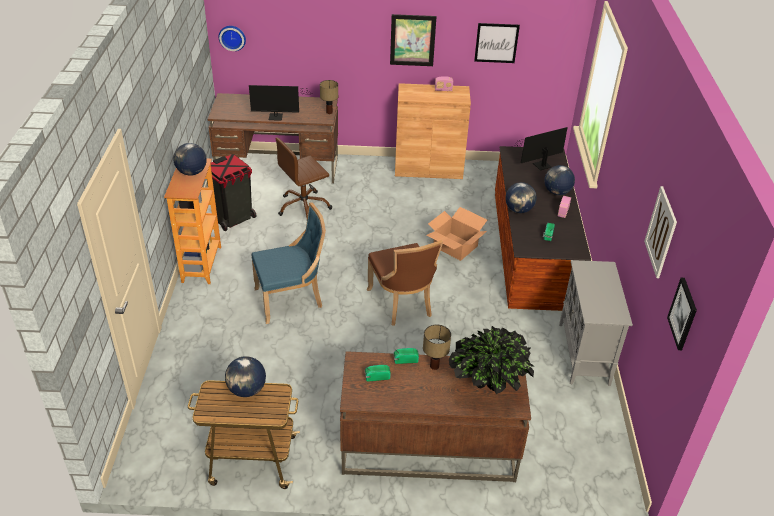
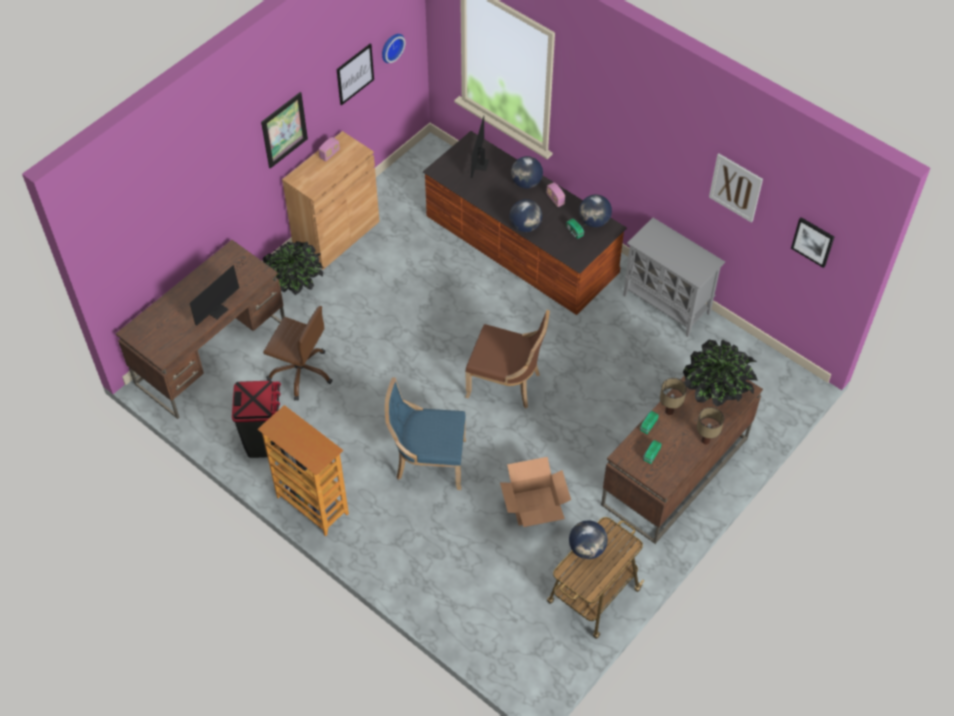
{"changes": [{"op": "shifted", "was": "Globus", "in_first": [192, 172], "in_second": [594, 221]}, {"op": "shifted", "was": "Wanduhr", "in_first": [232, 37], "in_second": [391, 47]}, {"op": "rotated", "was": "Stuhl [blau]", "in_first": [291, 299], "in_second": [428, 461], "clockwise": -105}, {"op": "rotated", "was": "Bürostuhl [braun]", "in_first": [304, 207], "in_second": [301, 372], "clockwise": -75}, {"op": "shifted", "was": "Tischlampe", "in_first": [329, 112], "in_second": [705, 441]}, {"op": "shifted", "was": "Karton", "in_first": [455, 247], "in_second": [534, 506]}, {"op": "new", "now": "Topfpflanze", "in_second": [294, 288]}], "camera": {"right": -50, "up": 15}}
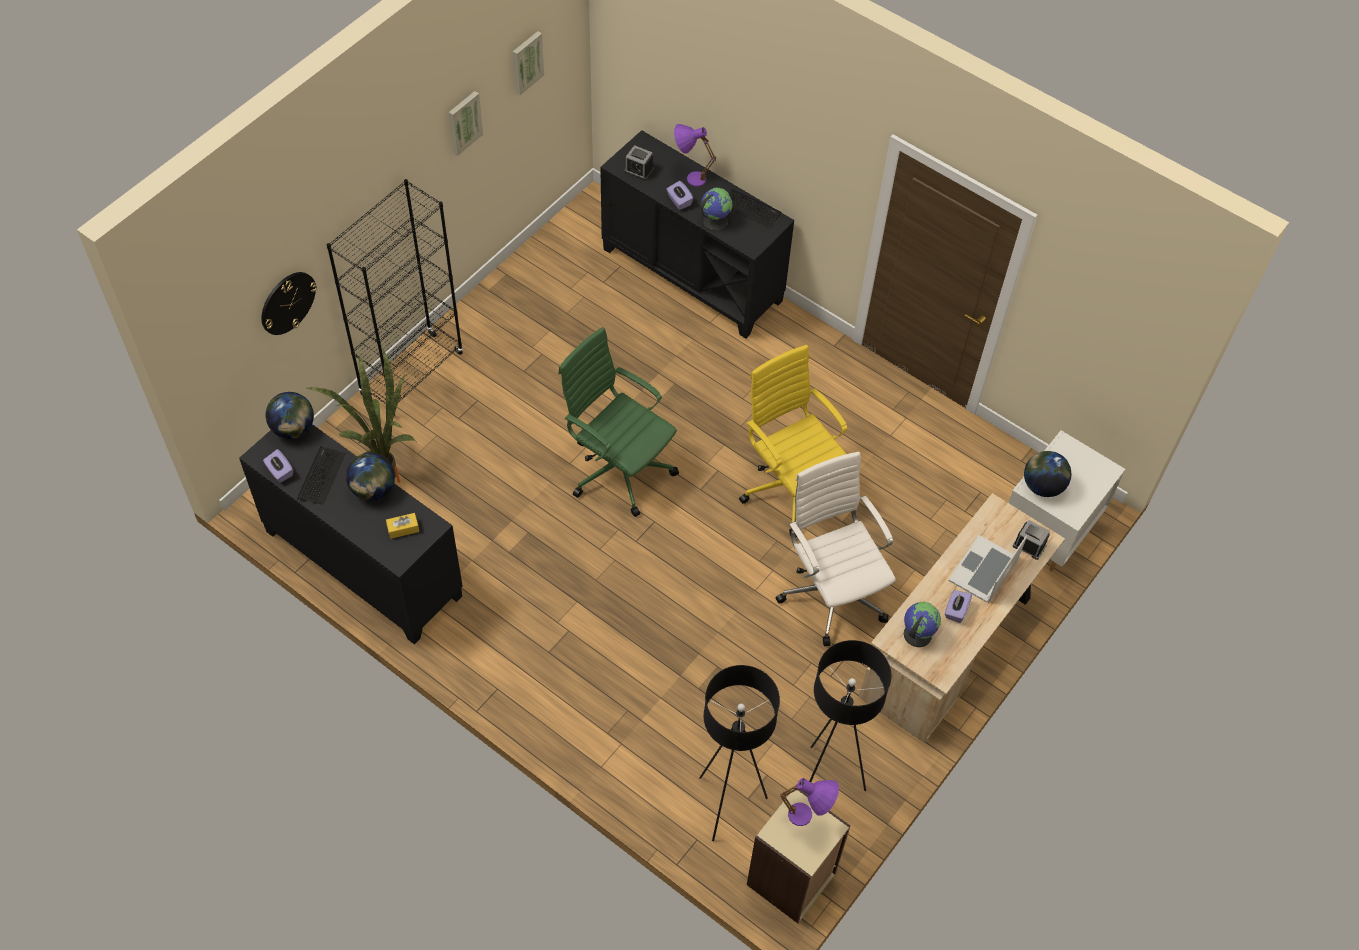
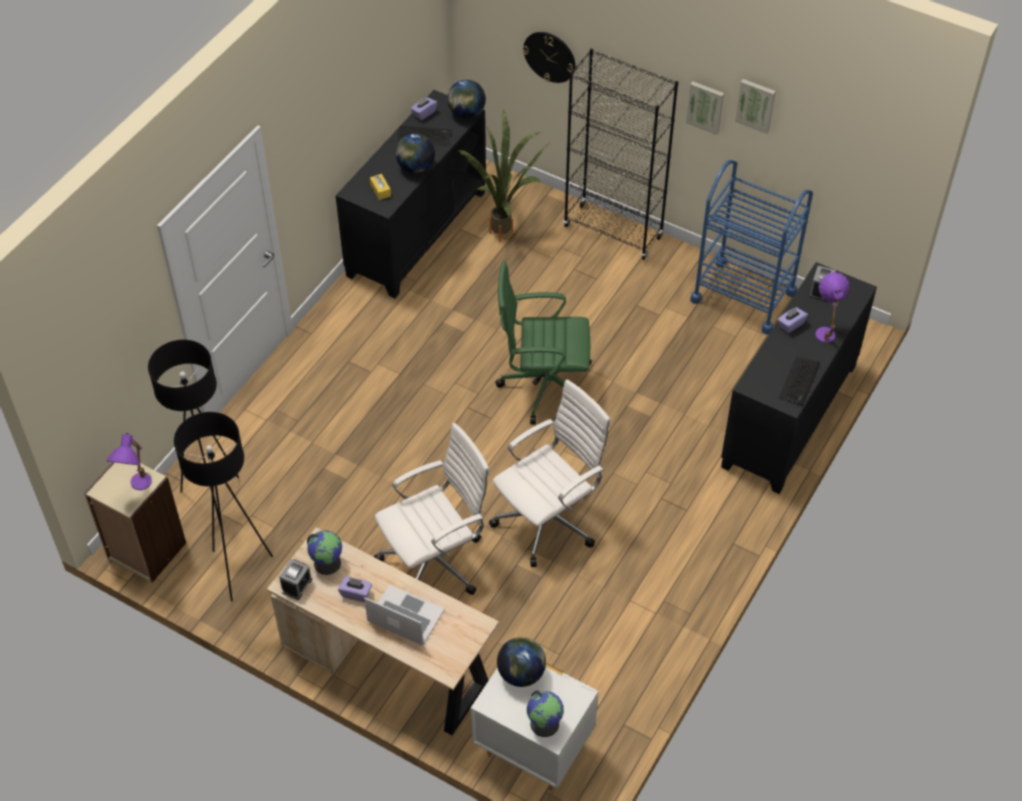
{"changes": [{"op": "shifted", "was": "Bild", "in_first": [526, 62], "in_second": [706, 106]}, {"op": "rotated", "was": "Bürostuhl [grün]", "in_first": [618, 468], "in_second": [544, 385], "clockwise": -120}, {"op": "shifted", "was": "Globus", "in_first": [715, 221], "in_second": [545, 723]}, {"op": "repainted", "was": "Bürostuhl [gelb]", "now": "Bürostuhl [weiß]", "in_first": [791, 487], "in_second": [549, 520]}, {"op": "shifted", "was": "Wecker", "in_first": [1029, 546], "in_second": [296, 585]}, {"op": "new", "now": "Rollwagen [blau]", "in_second": [743, 296]}], "camera": {"right": 85, "up": -5}}
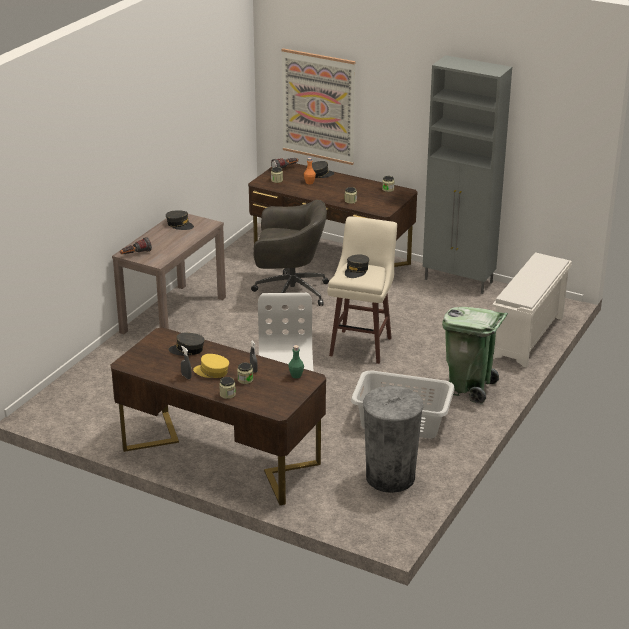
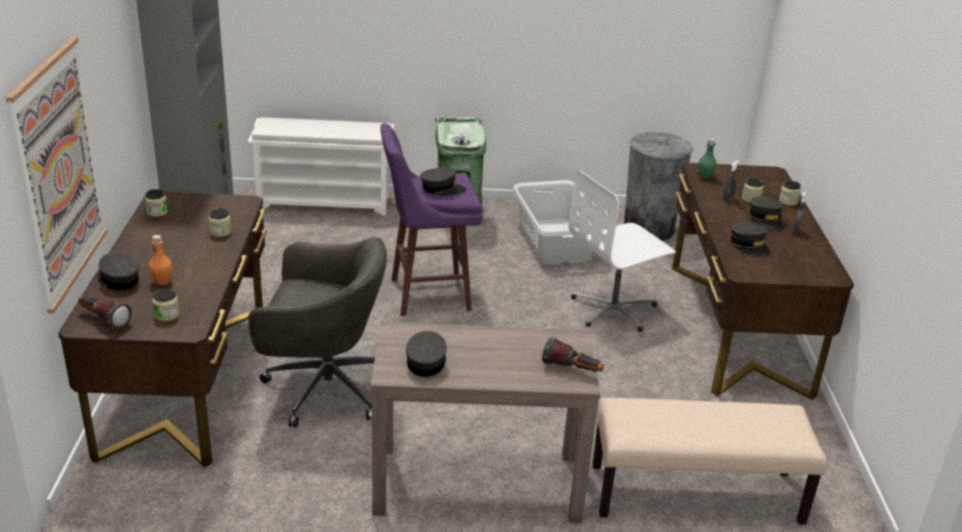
{"changes": [{"op": "repainted", "was": "Kappe [gelb]", "now": "Kappe [grau]", "in_first": [212, 372], "in_second": [765, 220]}, {"op": "rotated", "was": "Bürostuhl [grau]", "in_first": [289, 292], "in_second": [323, 388], "clockwise": 120}, {"op": "repainted", "was": "Hocker [beige]", "now": "Hocker [lila]", "in_first": [362, 346], "in_second": [427, 294]}, {"op": "new", "now": "Bank [beige]", "in_second": [695, 495]}], "camera": {"right": -120, "up": 0}}
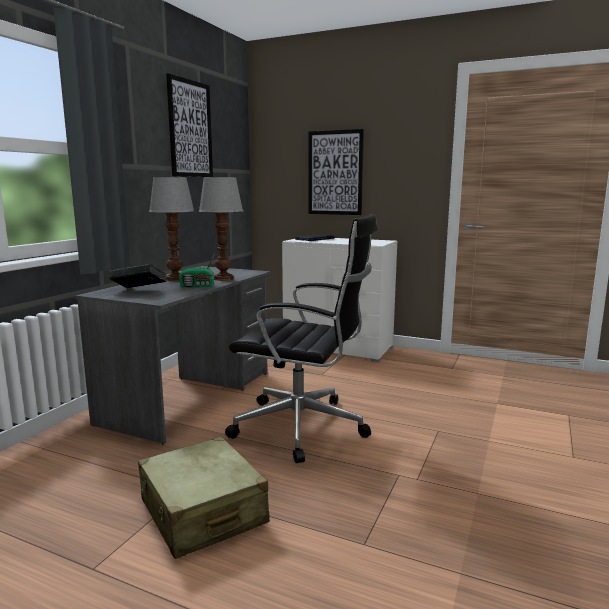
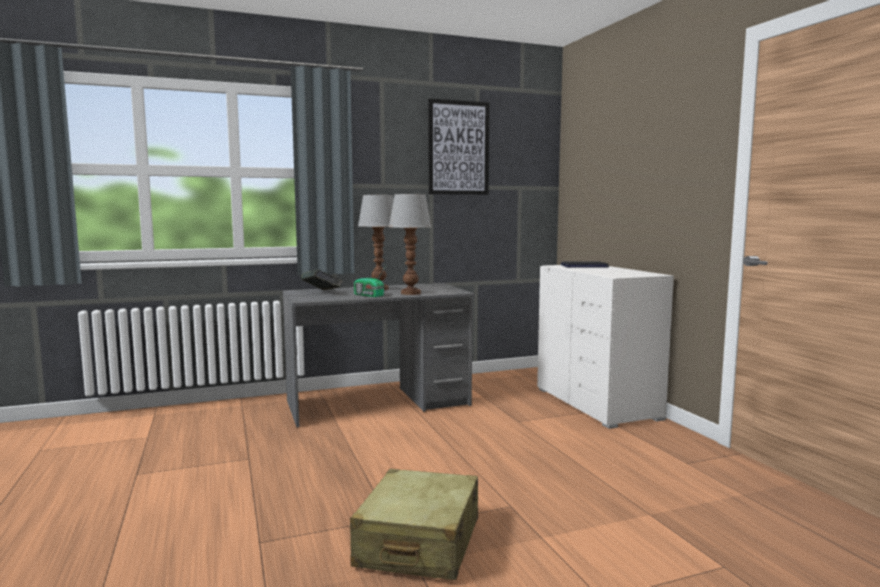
{"changes": [{"op": "shifted", "was": "Koffer [beige]", "in_first": [202, 512], "in_second": [418, 543]}, {"op": "gone", "was": "Bürostuhl [schwarz]", "in_first": [304, 427]}, {"op": "gone", "was": "Bild", "in_first": [335, 173]}], "camera": {"right": 45, "up": -5}}
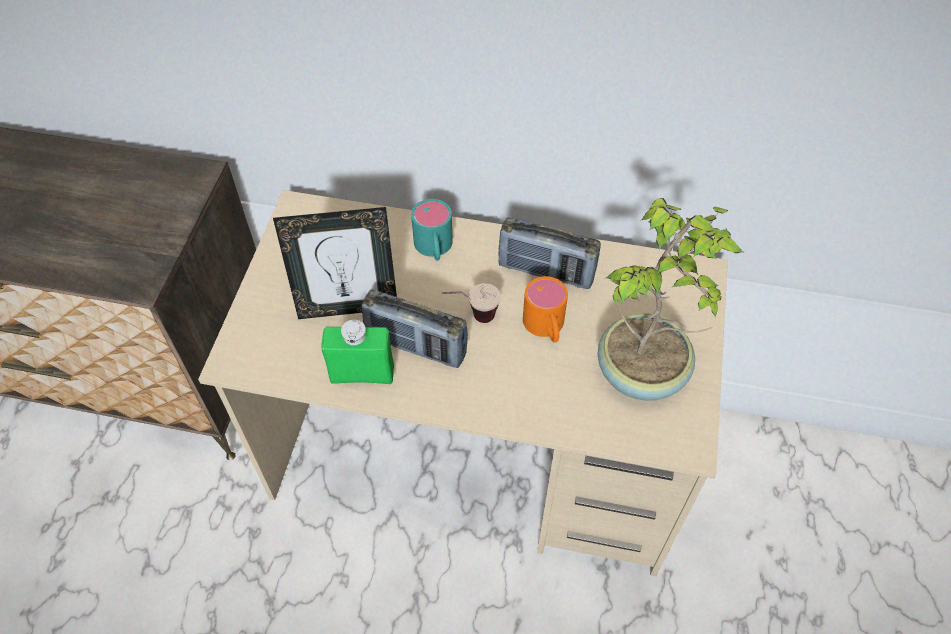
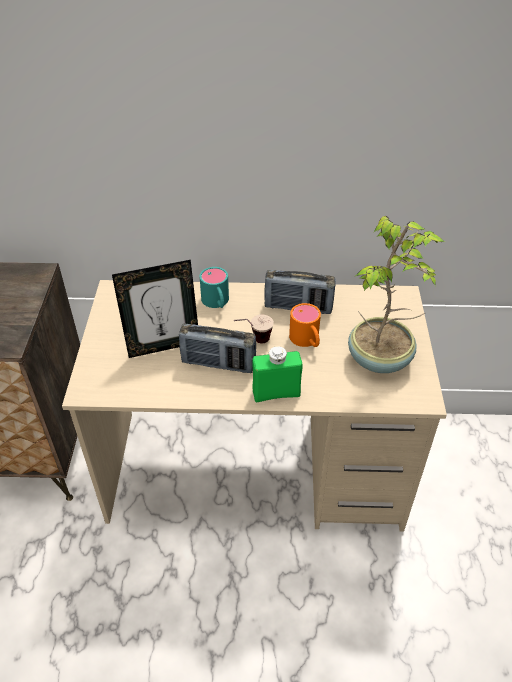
{"changes": [{"op": "shifted", "was": "Flasche [grün]", "in_first": [362, 374], "in_second": [276, 393]}], "camera": {"right": -10, "up": -10}}
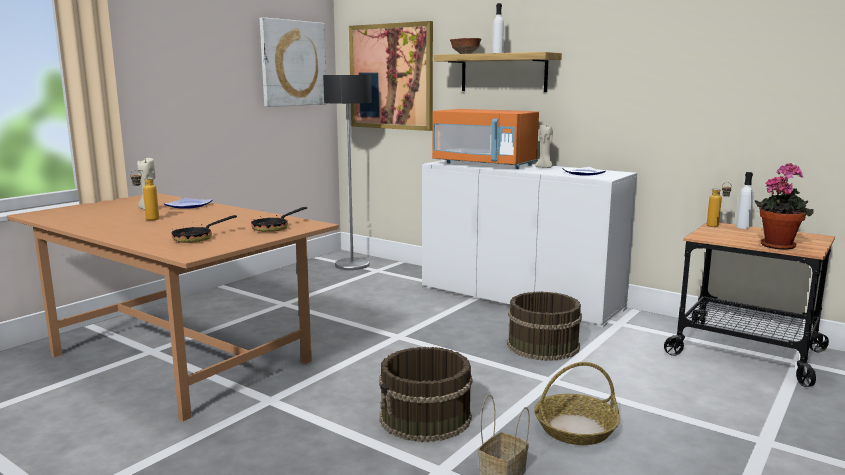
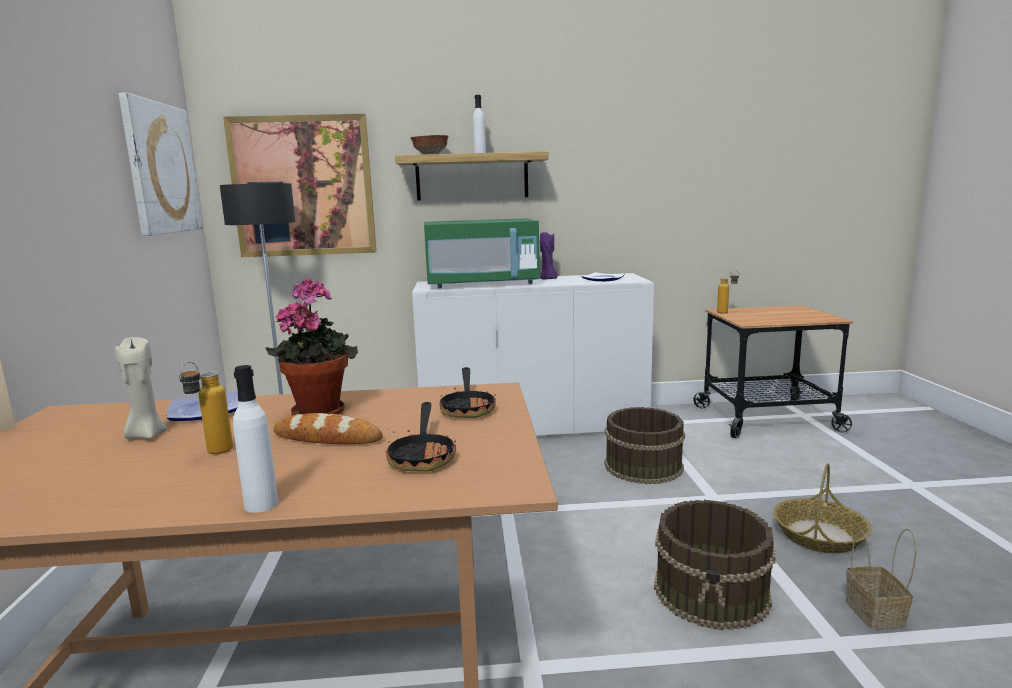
{"changes": [{"op": "repainted", "was": "Mikrowelle [orange]", "now": "Mikrowelle [grün]", "in_first": [484, 164], "in_second": [482, 284]}, {"op": "repainted", "was": "Kerze [beige]", "now": "Kerze [lila]", "in_first": [544, 168], "in_second": [548, 279]}, {"op": "shifted", "was": "Flasche [weiß]", "in_first": [742, 227], "in_second": [261, 504]}, {"op": "shifted", "was": "Topfpflanze", "in_first": [778, 245], "in_second": [320, 411]}, {"op": "new", "now": "Brot", "in_second": [327, 437]}], "camera": {"right": -40, "up": 0}}
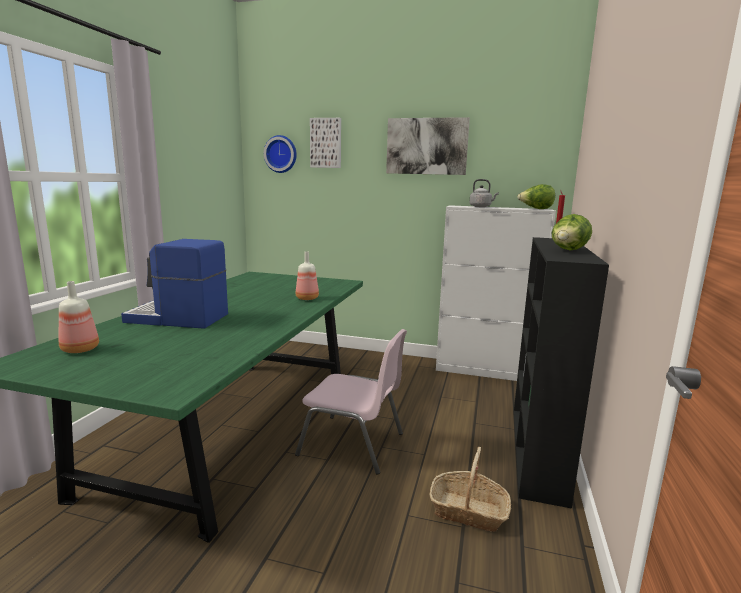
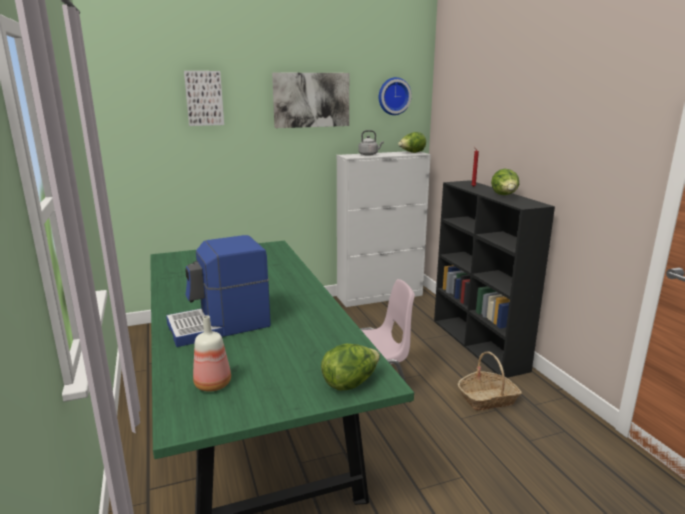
{"changes": [{"op": "shifted", "was": "Wanduhr", "in_first": [281, 154], "in_second": [393, 96]}, {"op": "gone", "was": "Flasche", "in_first": [308, 298]}, {"op": "new", "now": "Salatkopf", "in_second": [350, 383]}], "camera": {"right": -35, "up": 5}}
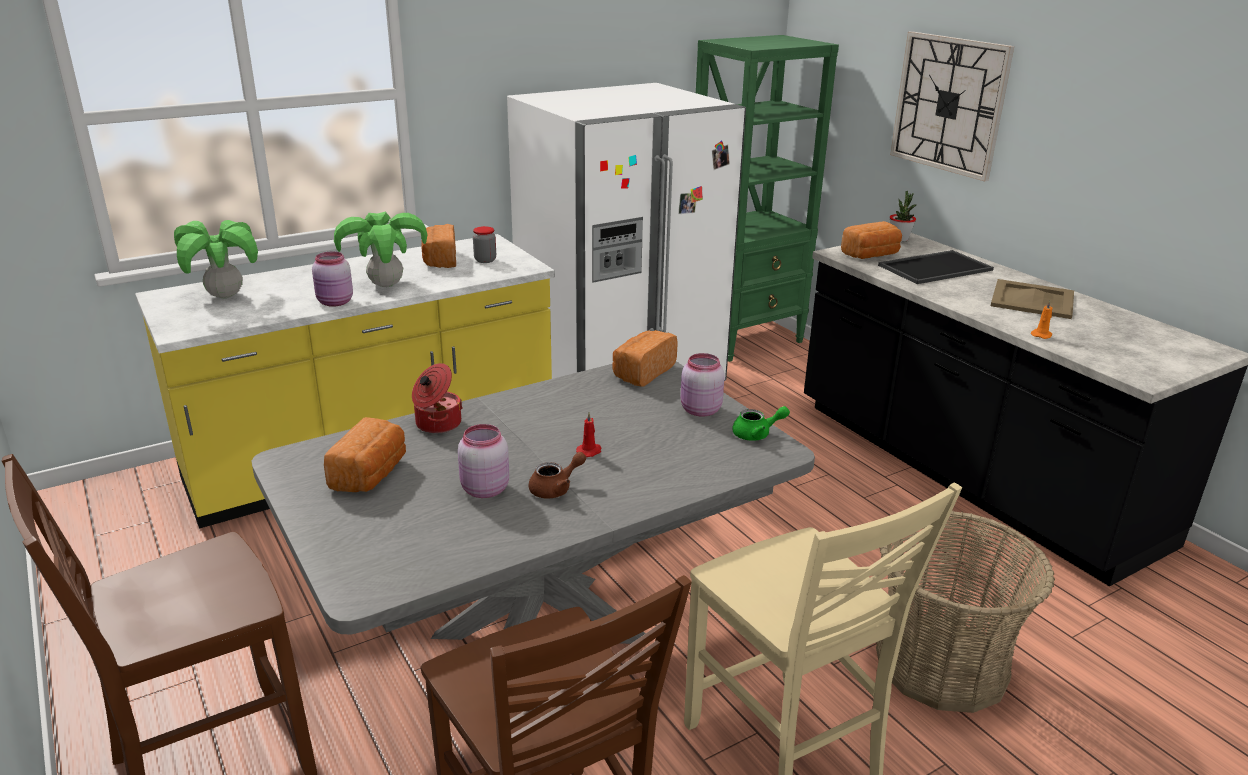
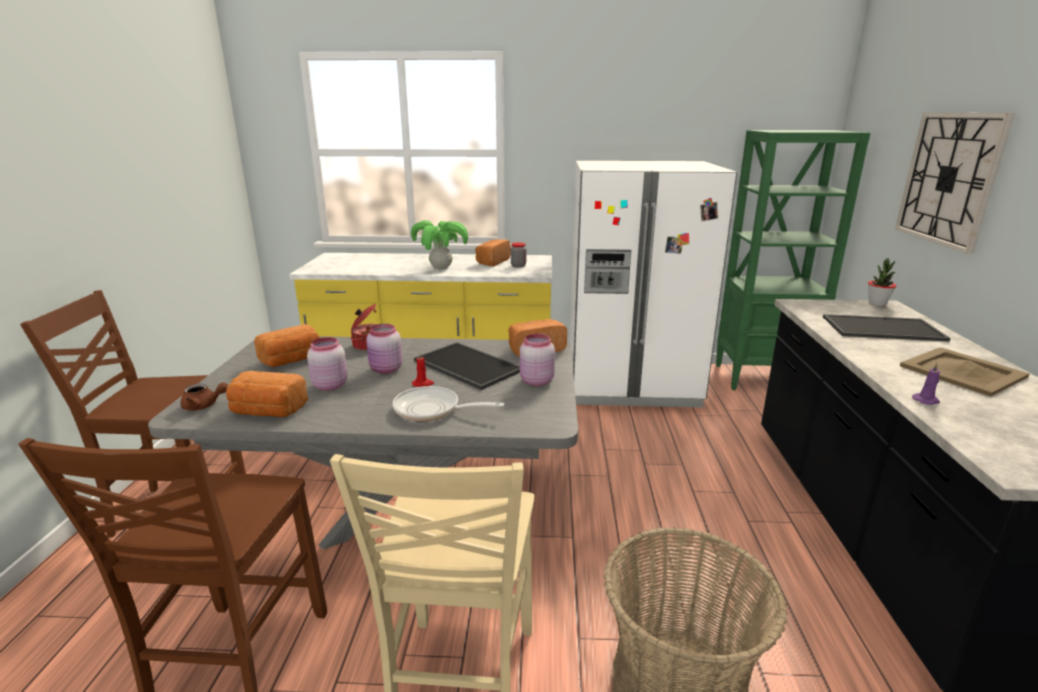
{"changes": [{"op": "gone", "was": "Topfpflanze", "in_first": [226, 296]}, {"op": "shifted", "was": "Vorratsglas [rosa]", "in_first": [335, 302], "in_second": [386, 369]}, {"op": "shifted", "was": "Teekanne [braun]", "in_first": [556, 488], "in_second": [204, 406]}, {"op": "gone", "was": "Teekanne [grün]", "in_first": [757, 434]}, {"op": "shifted", "was": "Brot", "in_first": [871, 255], "in_second": [267, 411]}, {"op": "repainted", "was": "Kerze [orange]", "now": "Kerze [lila]", "in_first": [1041, 335], "in_second": [926, 400]}, {"op": "new", "now": "Pfanne", "in_second": [432, 410]}, {"op": "new", "now": "Tablett", "in_second": [466, 365]}], "camera": {"right": 35, "up": -5}}
